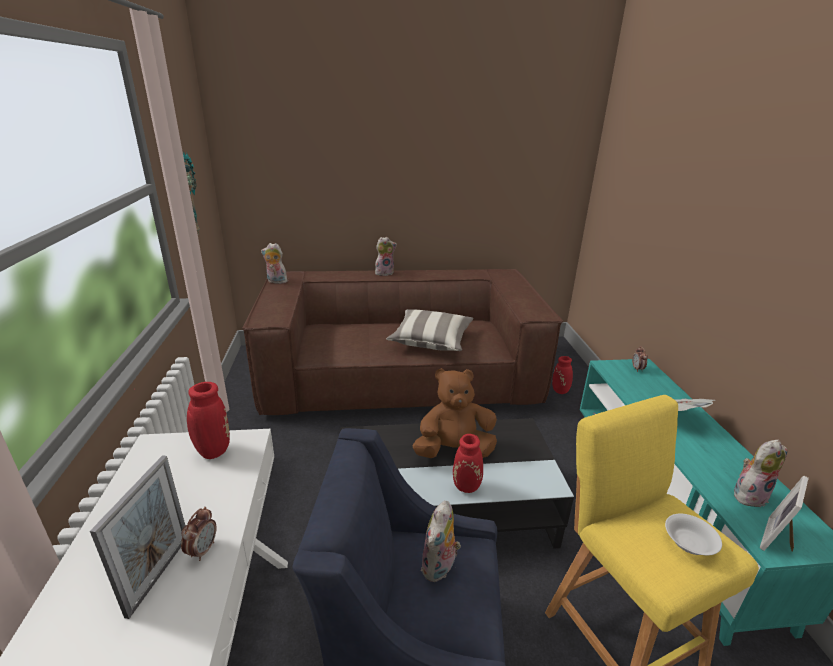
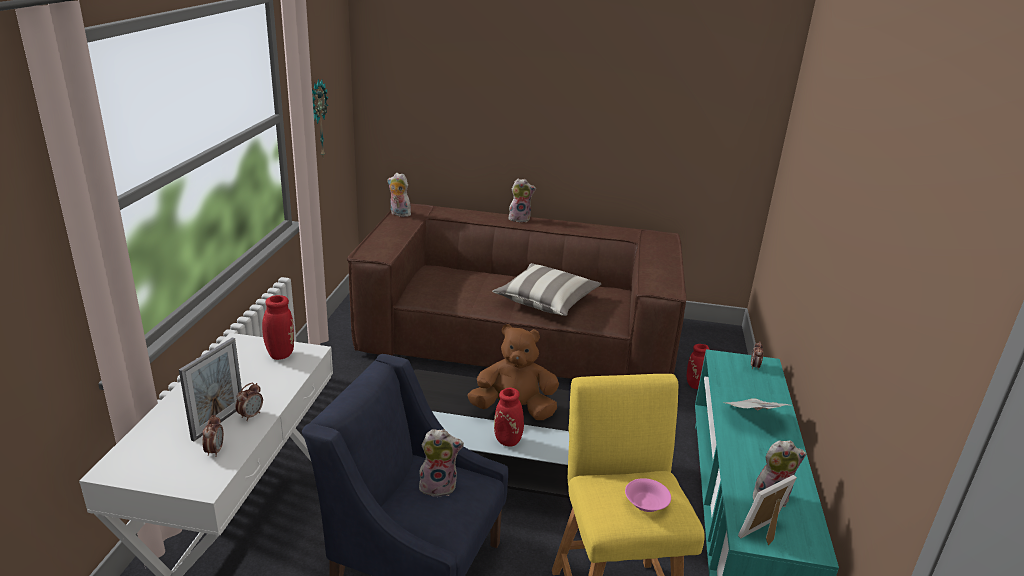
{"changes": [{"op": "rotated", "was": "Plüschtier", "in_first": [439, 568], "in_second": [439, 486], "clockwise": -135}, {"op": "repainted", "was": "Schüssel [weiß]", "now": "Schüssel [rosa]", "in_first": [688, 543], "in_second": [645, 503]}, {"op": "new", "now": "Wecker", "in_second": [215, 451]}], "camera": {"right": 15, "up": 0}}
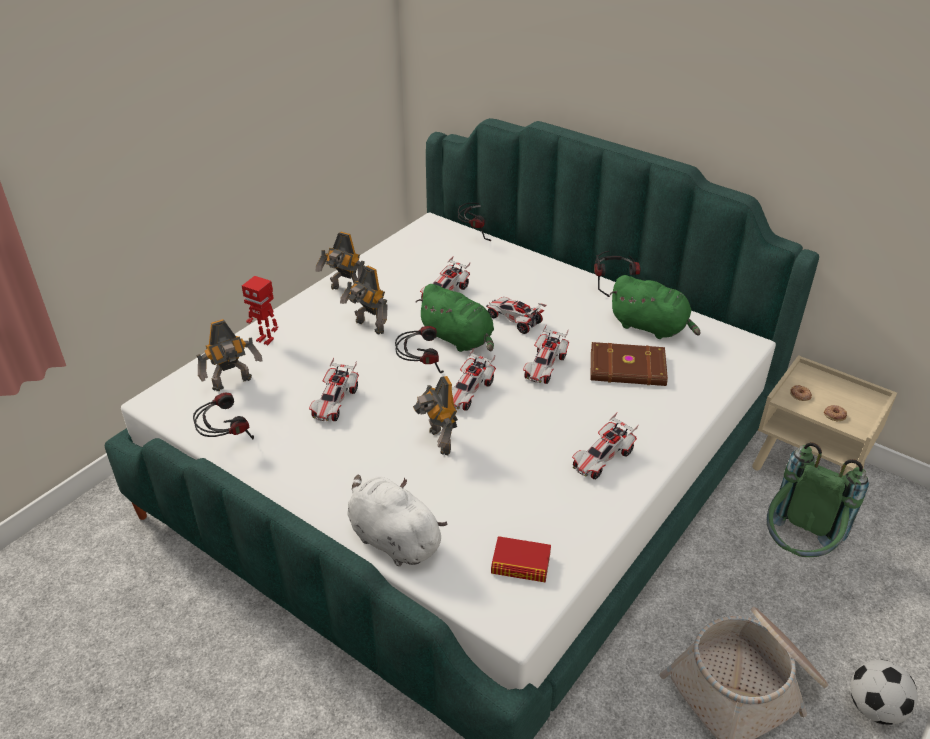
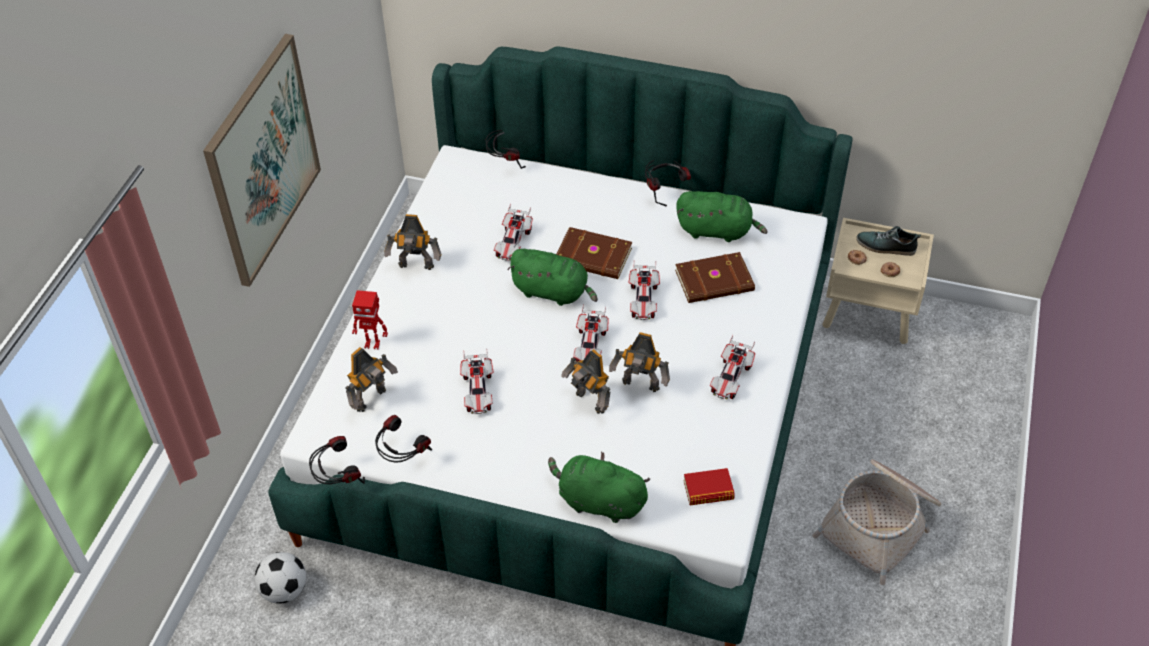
{"changes": [{"op": "shifted", "was": "Spielzeugroboter", "in_first": [368, 327], "in_second": [640, 386]}, {"op": "repainted", "was": "Plüschtier [weiß]", "now": "Plüschtier [grün]", "in_first": [392, 538], "in_second": [598, 501]}, {"op": "shifted", "was": "Kopfhörer", "in_first": [419, 367], "in_second": [338, 479]}, {"op": "swapped", "was": "Spielzeugauto", "now": "Buch [braun]", "in_first": [514, 321], "in_second": [593, 257]}, {"op": "gone", "was": "Rucksack [grün]", "in_first": [796, 550]}, {"op": "shifted", "was": "Fußball", "in_first": [875, 708], "in_second": [285, 590]}, {"op": "new", "now": "Bild", "in_second": [263, 160]}, {"op": "new", "now": "Schuh", "in_second": [886, 246]}], "camera": {"right": -20, "up": 10}}
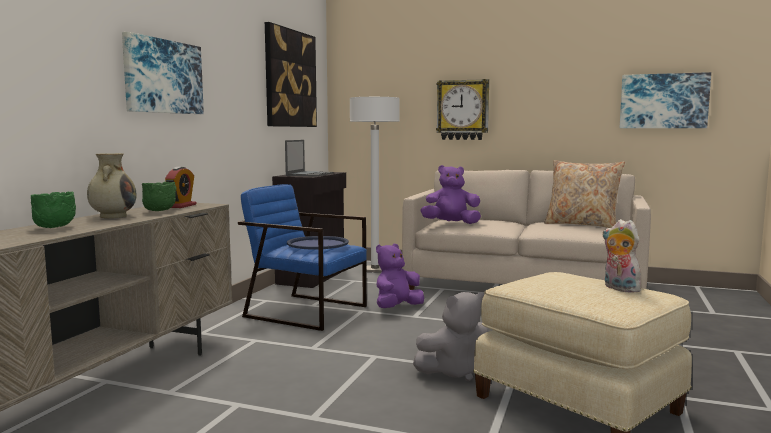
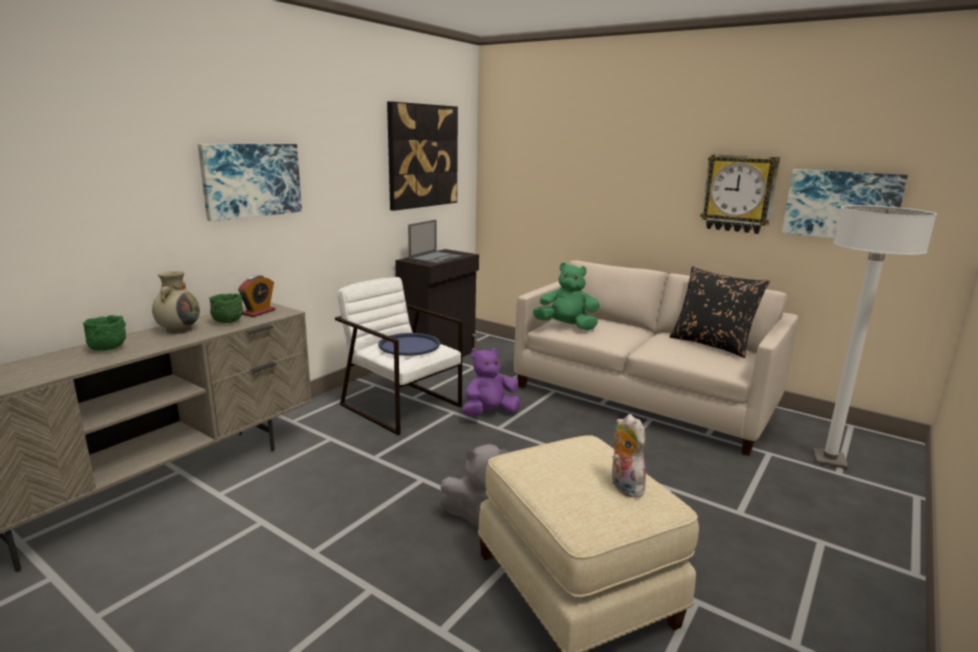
{"changes": [{"op": "repainted", "was": "Sessel [blau]", "now": "Sessel [weiß]", "in_first": [306, 311], "in_second": [401, 405]}, {"op": "shifted", "was": "Stehlampe [weiß]", "in_first": [375, 270], "in_second": [829, 460]}, {"op": "repainted", "was": "Plüschtier [lila]", "now": "Plüschtier [grün]", "in_first": [451, 223], "in_second": [566, 326]}, {"op": "shifted", "was": "Wanduhr", "in_first": [463, 110], "in_second": [738, 193]}, {"op": "repainted", "was": "Kissen [beige]", "now": "Kissen [schwarz]", "in_first": [582, 225], "in_second": [712, 344]}], "camera": {"right": 15, "up": 10}}
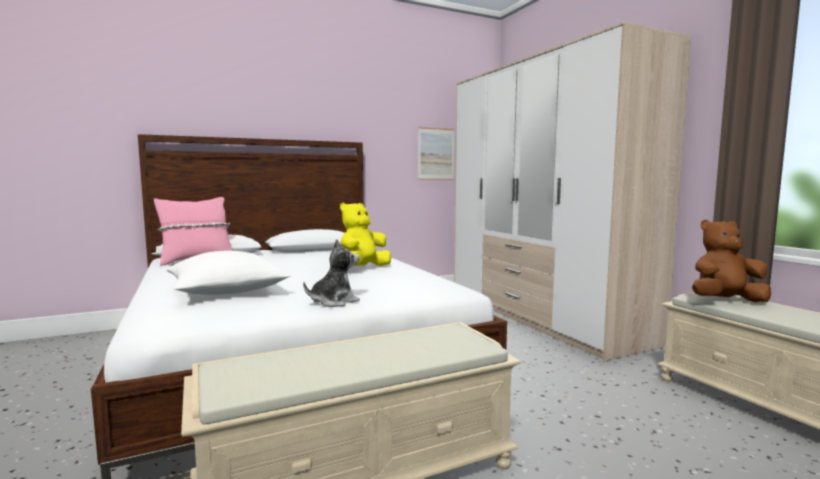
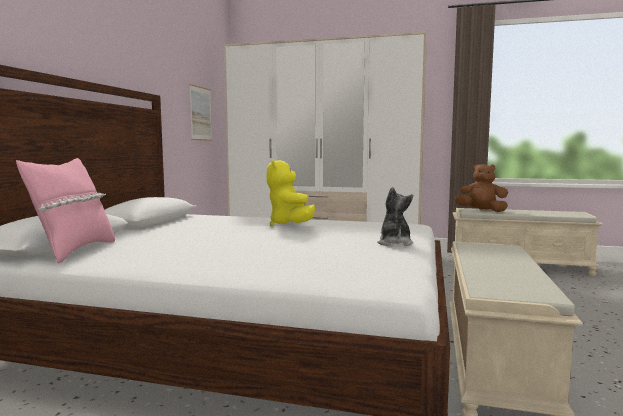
{"changes": [{"op": "gone", "was": "Kissen [weiß]", "in_first": [226, 291]}, {"op": "rotated", "was": "Plüschtier [braun]", "in_first": [725, 301], "in_second": [481, 211], "clockwise": 75}], "camera": {"right": -50, "up": 0}}
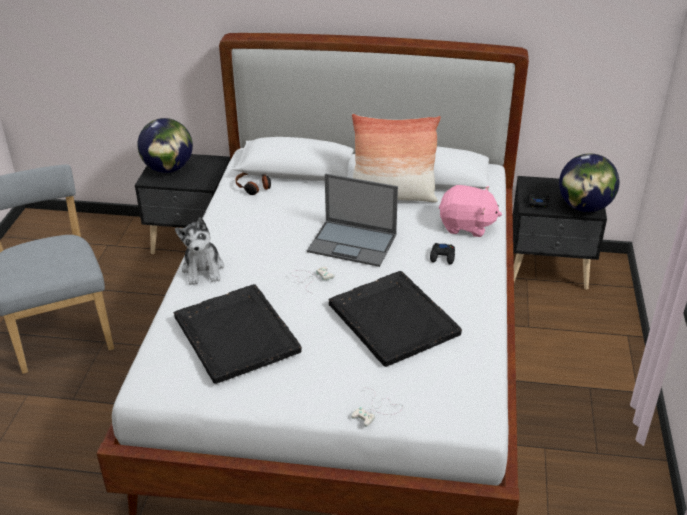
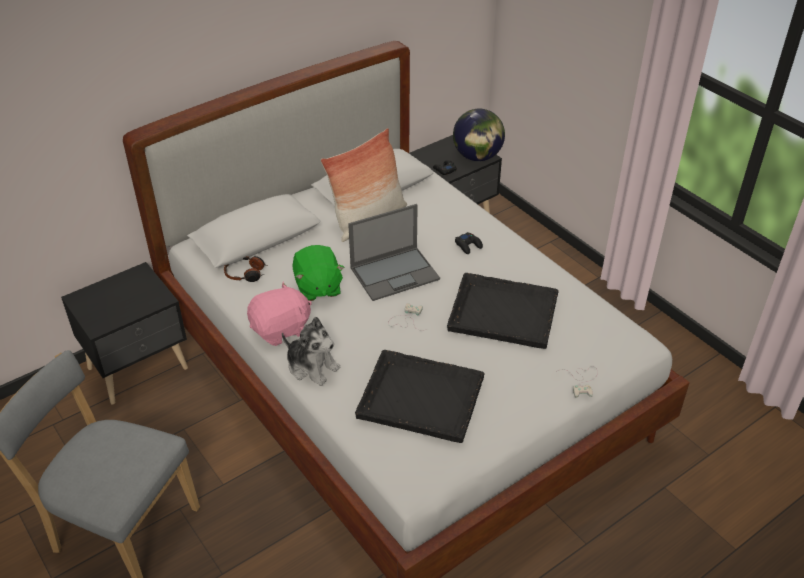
{"changes": [{"op": "gone", "was": "Globus", "in_first": [168, 168]}, {"op": "shifted", "was": "Plüschtier [rosa]", "in_first": [466, 226], "in_second": [281, 329]}, {"op": "new", "now": "Plüschtier [grün]", "in_second": [317, 287]}], "camera": {"right": -45, "up": 5}}
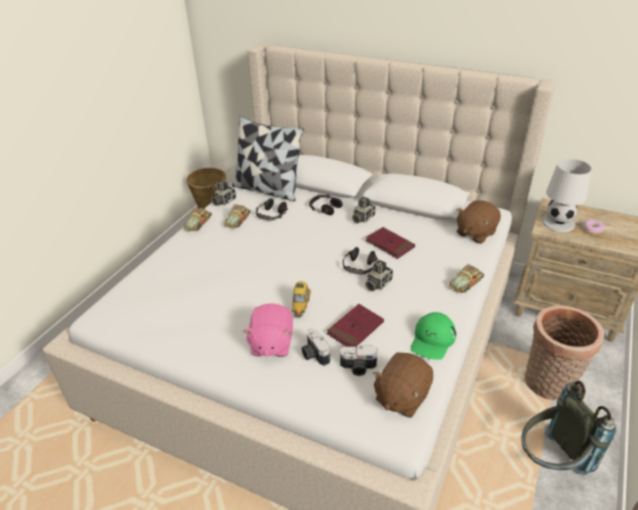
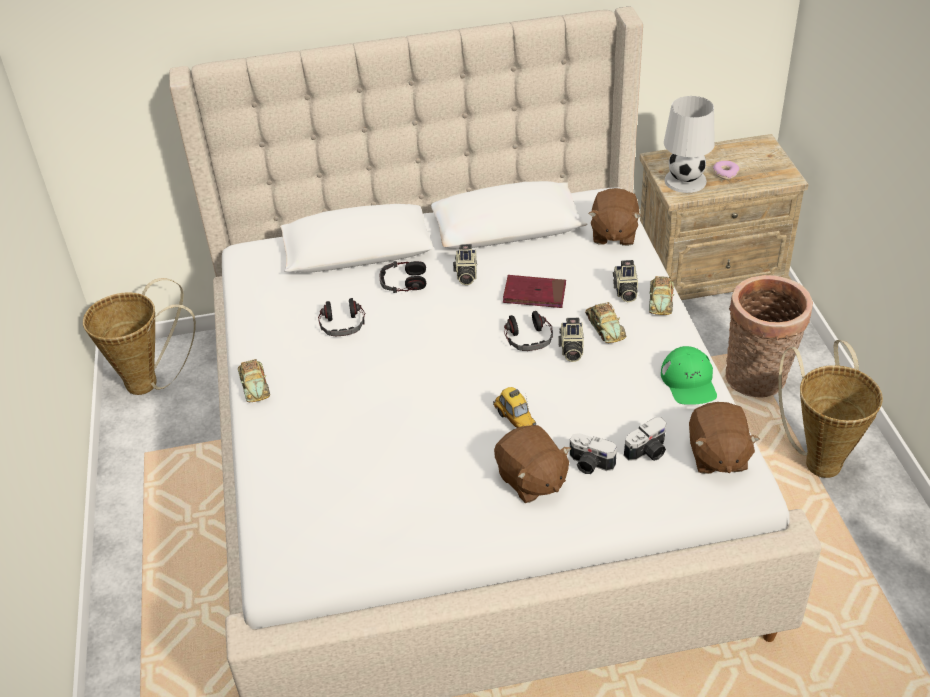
{"changes": [{"op": "shifted", "was": "Kamera", "in_first": [223, 201], "in_second": [625, 291]}, {"op": "shifted", "was": "Spielzeugauto", "in_first": [238, 220], "in_second": [605, 327]}, {"op": "gone", "was": "Kissen", "in_first": [267, 189]}, {"op": "repainted", "was": "Plüschtier [rosa]", "now": "Plüschtier [braun]", "in_first": [271, 344], "in_second": [531, 480]}, {"op": "gone", "was": "Buch [rot]", "in_first": [355, 328]}, {"op": "swapped", "was": "Rucksack [grau]", "now": "Korb", "in_first": [550, 461], "in_second": [820, 458]}], "camera": {"right": -35, "up": 5}}
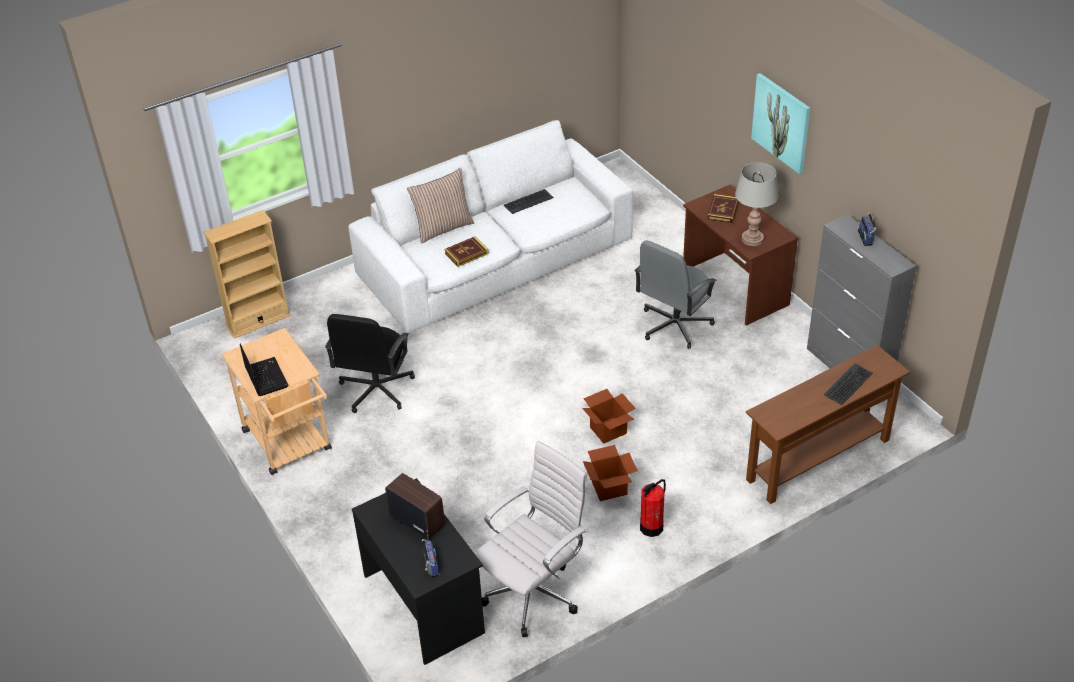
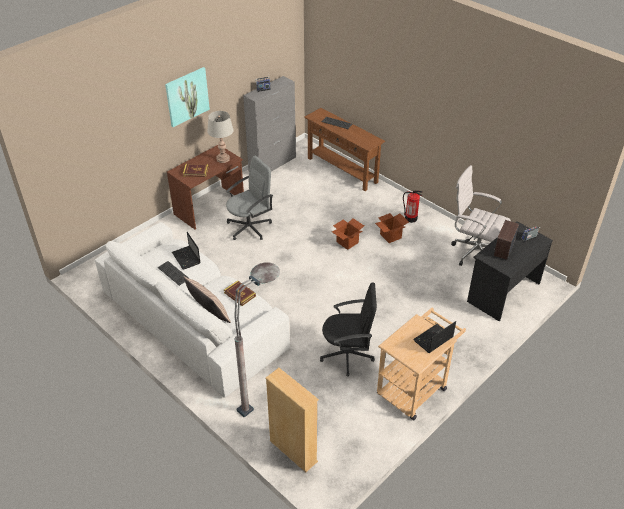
{"changes": [{"op": "rotated", "was": "Bürostuhl [grau]", "in_first": [674, 325], "in_second": [250, 227], "clockwise": -60}, {"op": "new", "now": "Laptop", "in_second": [186, 258]}, {"op": "new", "now": "Stehlampe [grau]", "in_second": [264, 395]}], "camera": {"right": -105, "up": 0}}
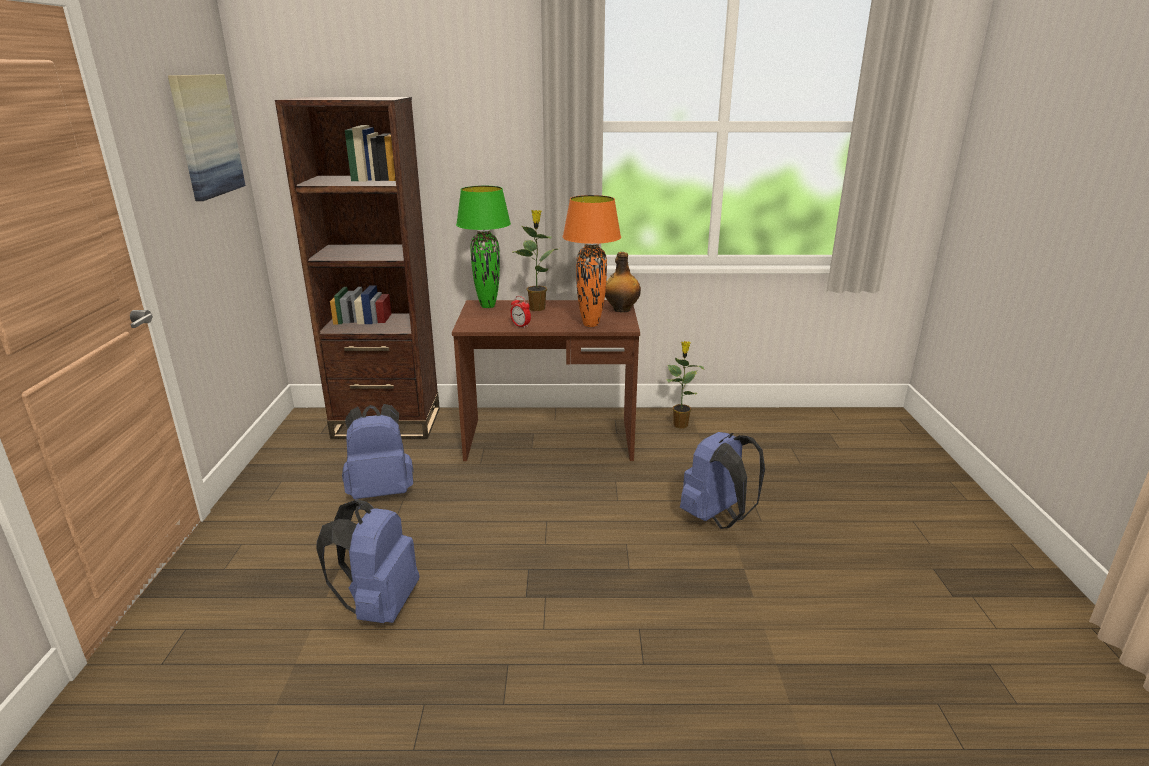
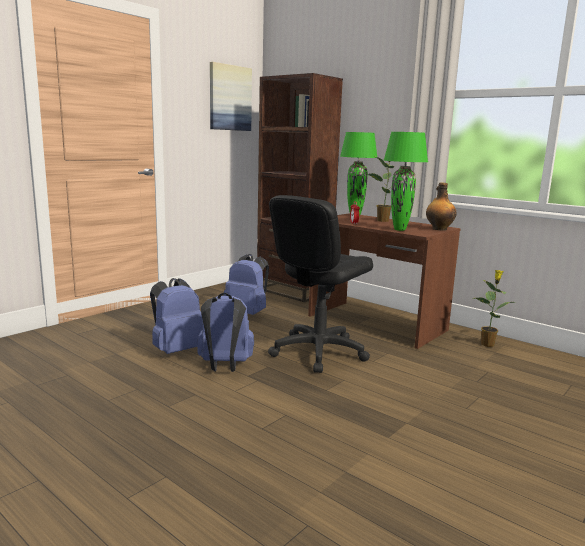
{"changes": [{"op": "repainted", "was": "Tischlampe [orange]", "now": "Tischlampe [grün]", "in_first": [591, 325], "in_second": [399, 230]}, {"op": "shifted", "was": "Rucksack [blau]", "in_first": [716, 517], "in_second": [224, 366]}, {"op": "new", "now": "Bürostuhl [schwarz]", "in_second": [318, 352]}], "camera": {"right": 40, "up": -10}}
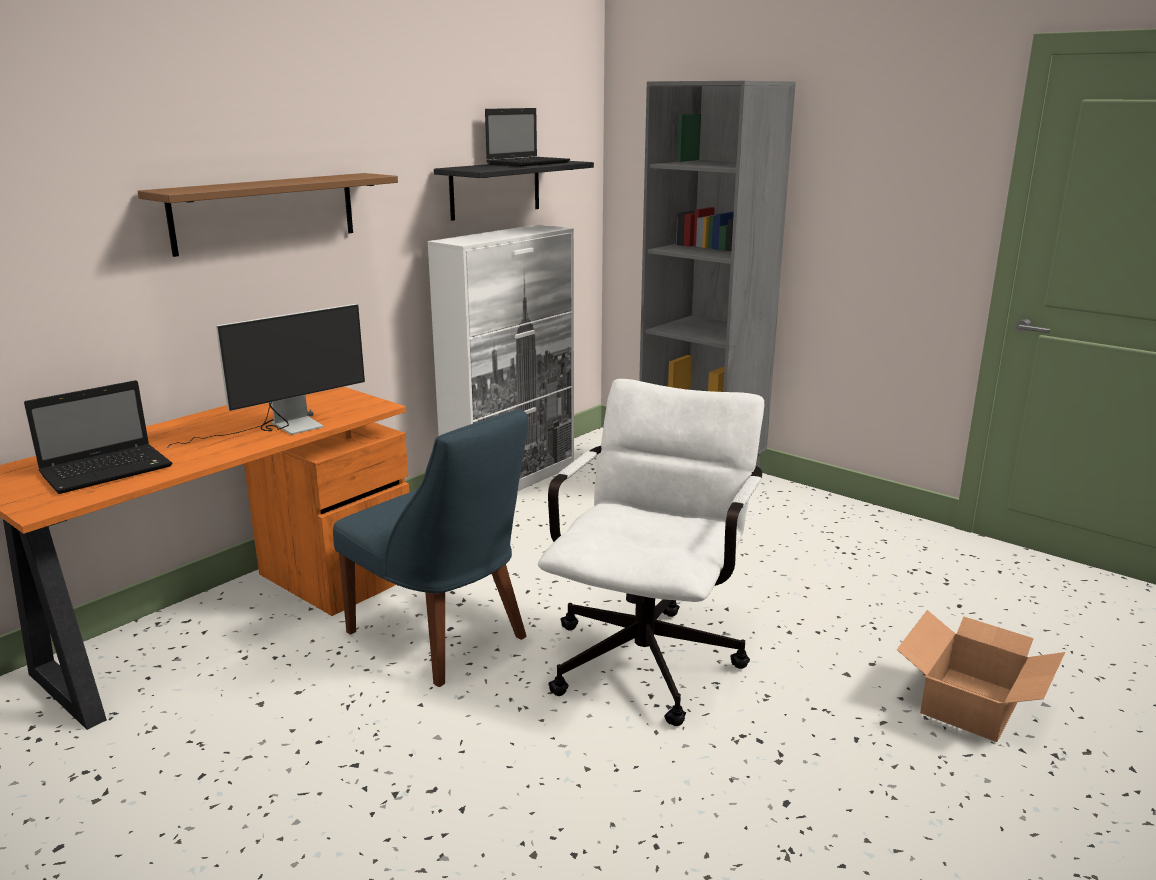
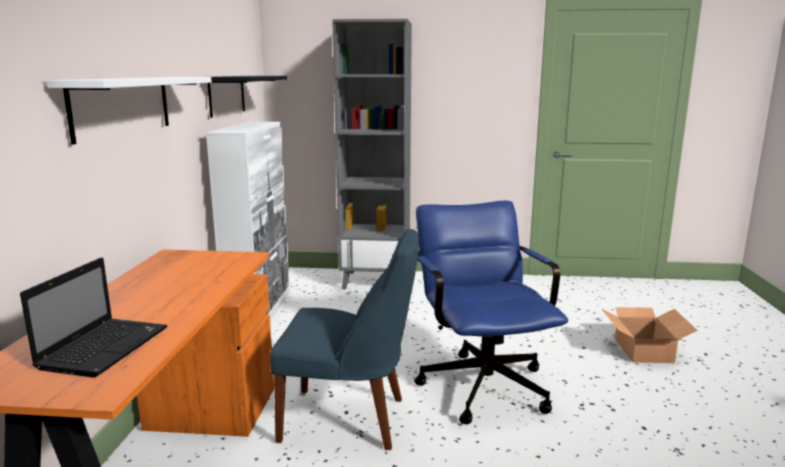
{"changes": [{"op": "repainted", "was": "Wandregal [braun]", "now": "Wandregal [weiß]", "in_first": [265, 212], "in_second": [123, 106]}, {"op": "gone", "was": "Monitor", "in_first": [282, 428]}, {"op": "gone", "was": "Laptop", "in_first": [529, 163]}, {"op": "repainted", "was": "Bürostuhl [weiß]", "now": "Bürostuhl [blau]", "in_first": [650, 653], "in_second": [481, 381]}], "camera": {"right": -35, "up": -5}}
